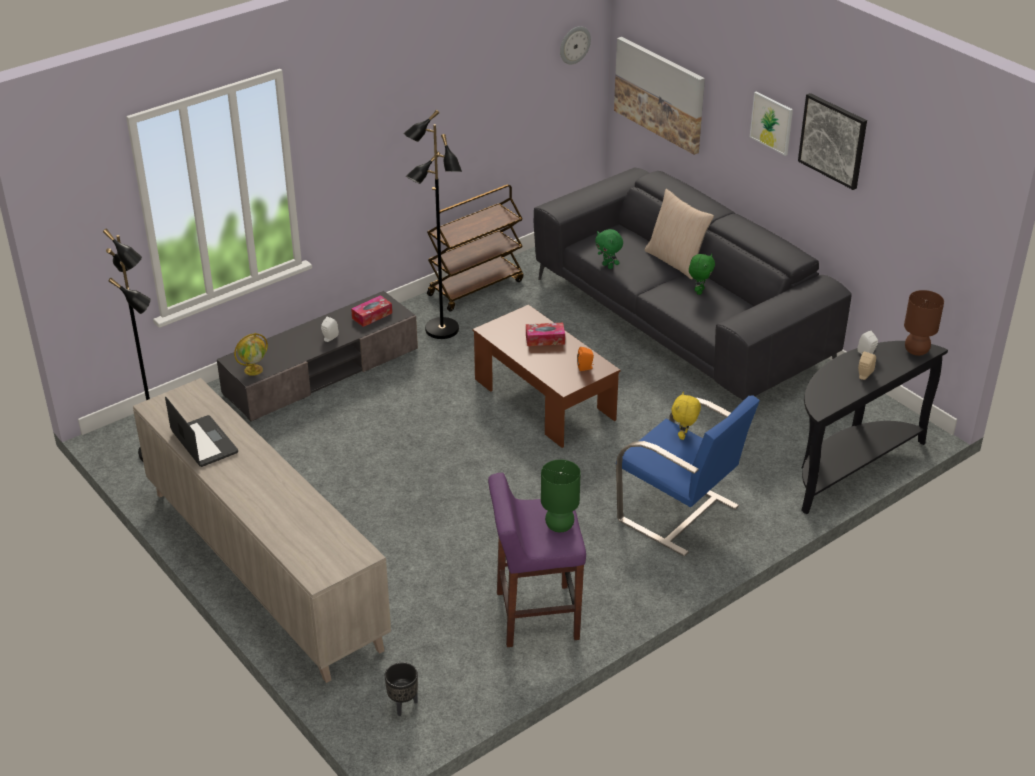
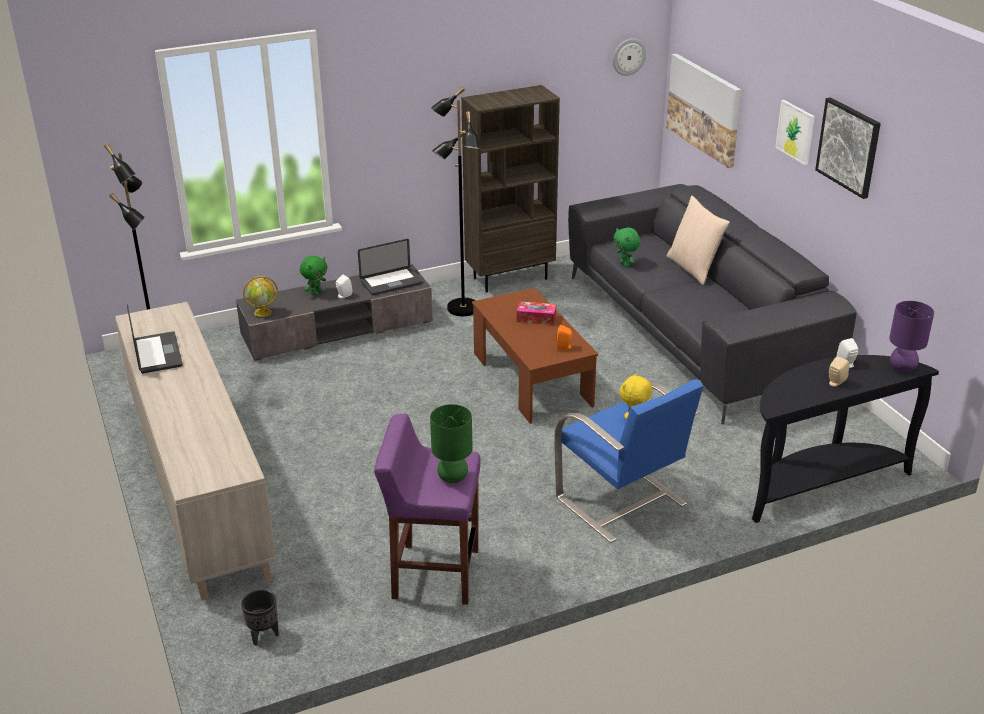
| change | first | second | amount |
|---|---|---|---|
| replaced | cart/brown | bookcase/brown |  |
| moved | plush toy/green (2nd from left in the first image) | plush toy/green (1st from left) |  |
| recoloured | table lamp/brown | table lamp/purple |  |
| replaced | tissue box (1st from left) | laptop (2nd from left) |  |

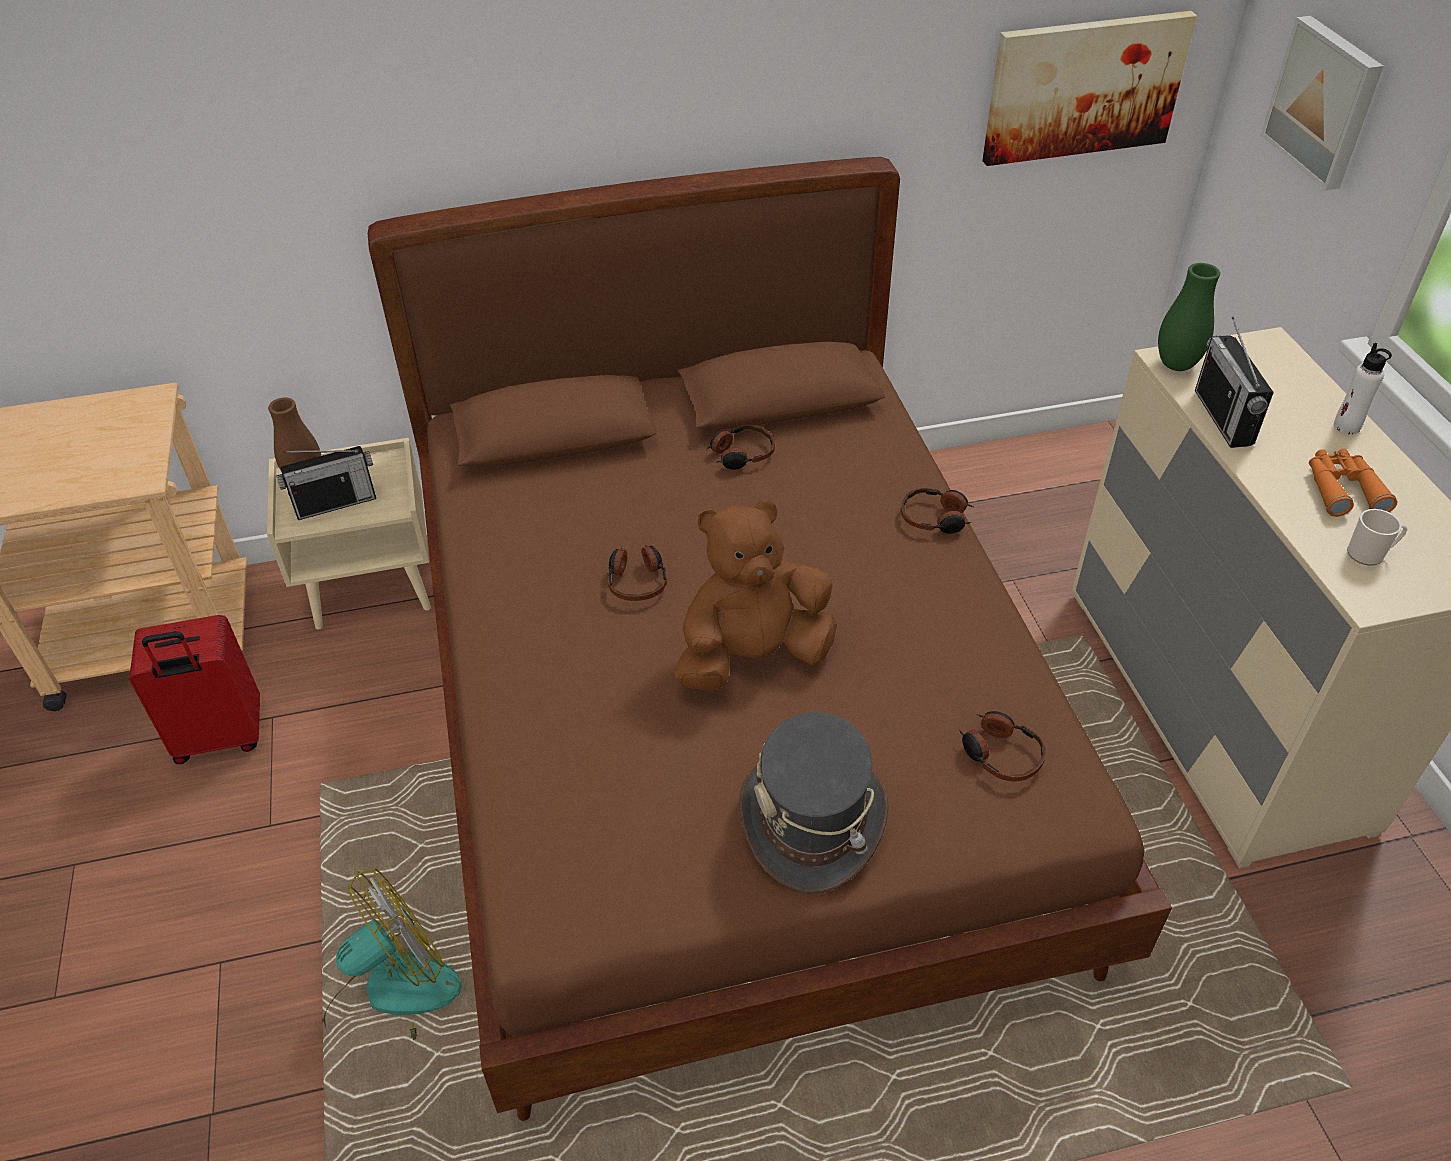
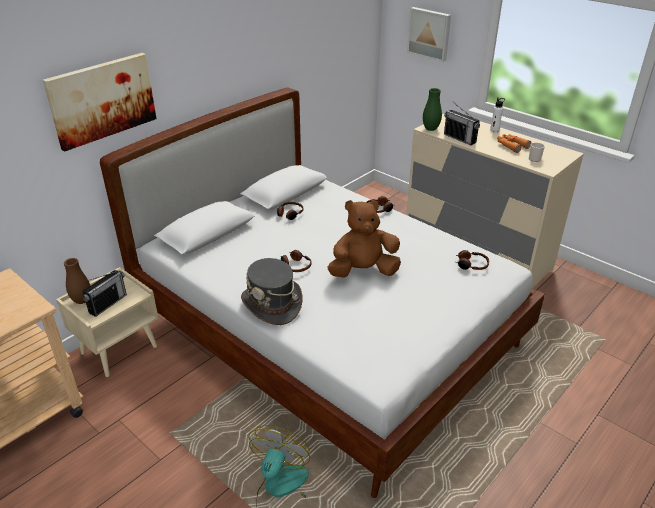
| change | first | second | amount |
|---|---|---|---|
| moved | picture (1st from left) |  |  |
| recoloured | bed/brown | bed/white |  |
| turned | plush toy/brown |  | 45 degrees clockwise |
| removed | suitcase/red |  |  |
| moved | hat/grey |  |  |

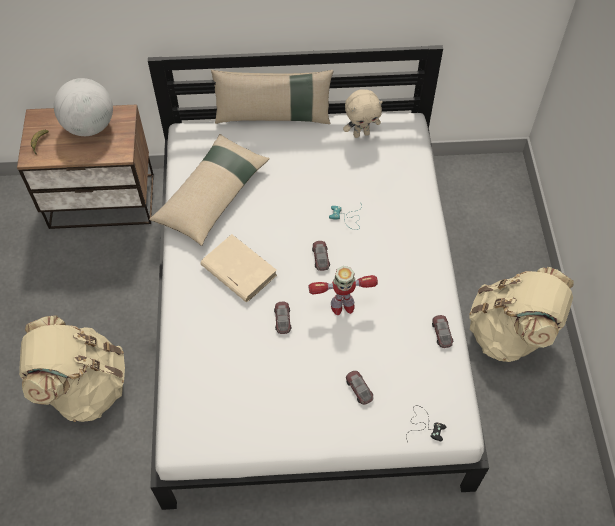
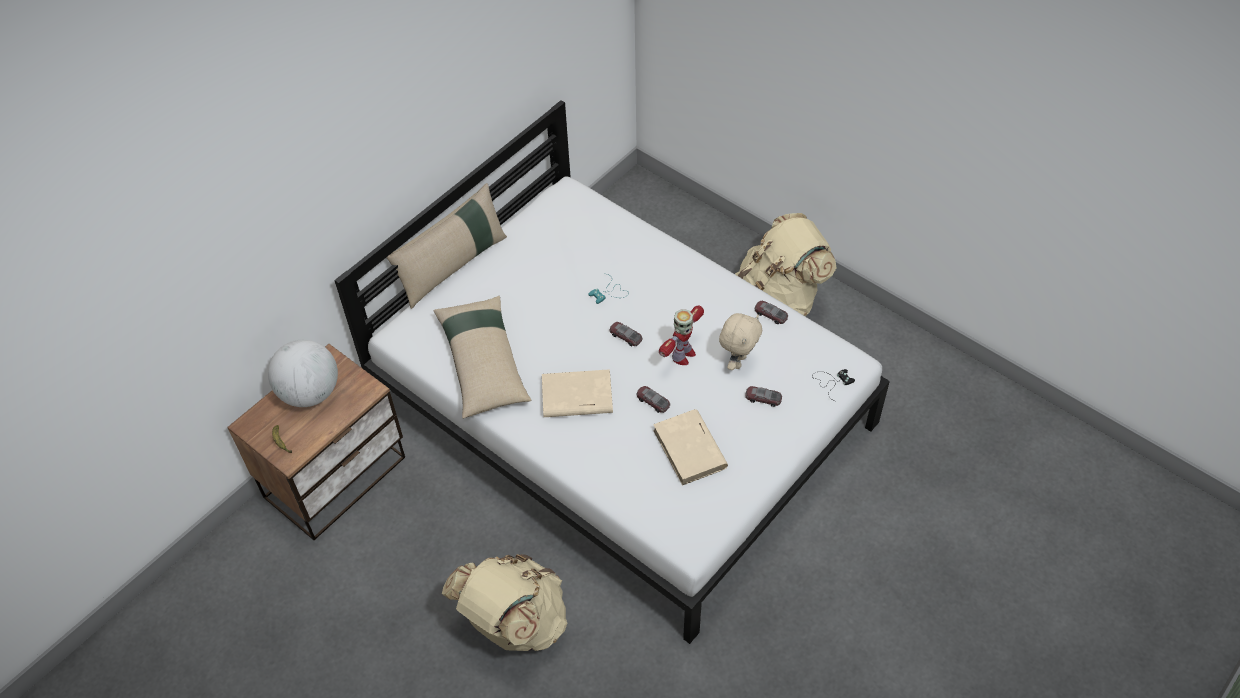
| change | first | second | amount |
|---|---|---|---|
| moved | plush toy/beige |  |  |
| added |  | book/beige (2nd from left) |  |

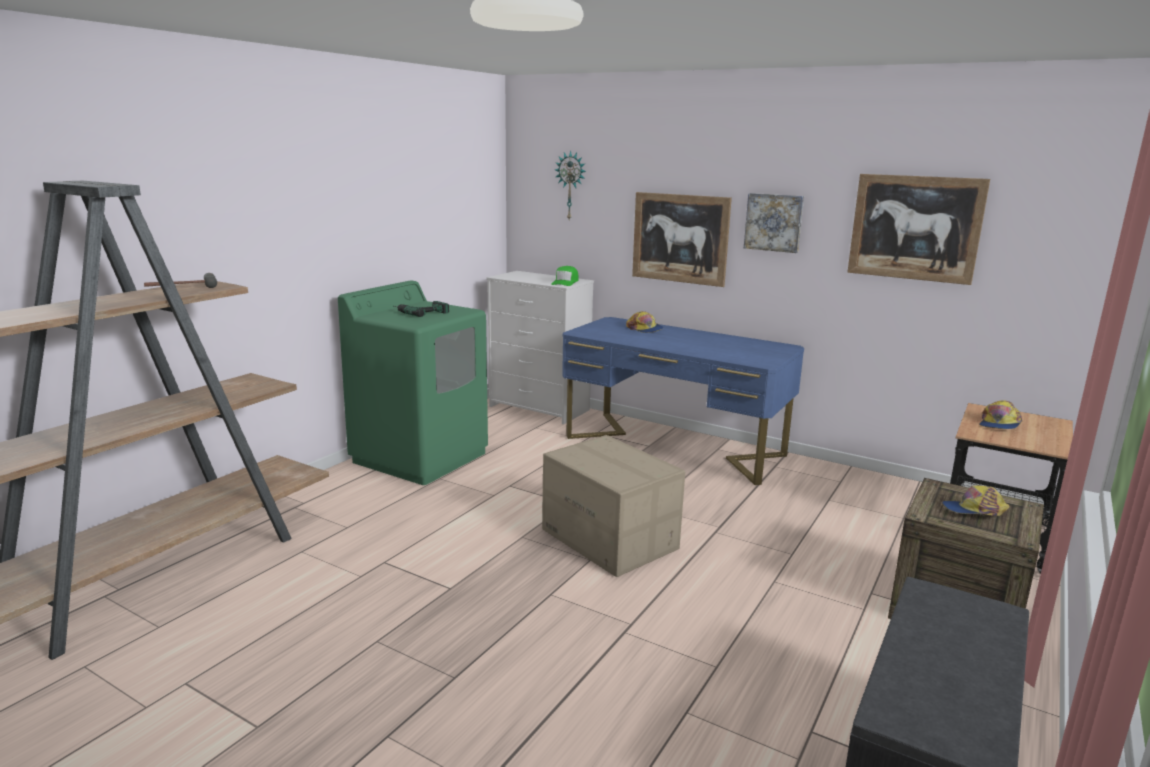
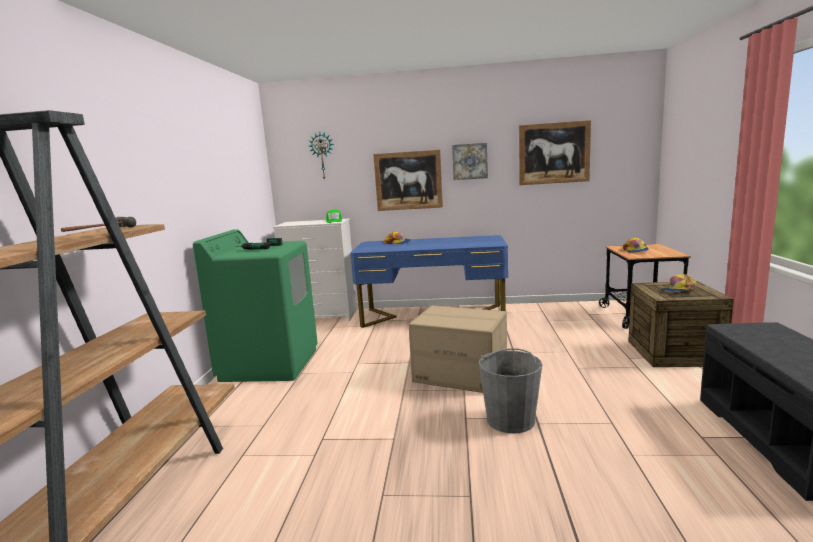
| change | first | second | amount |
|---|---|---|---|
| added |  | bucket/grey |  |

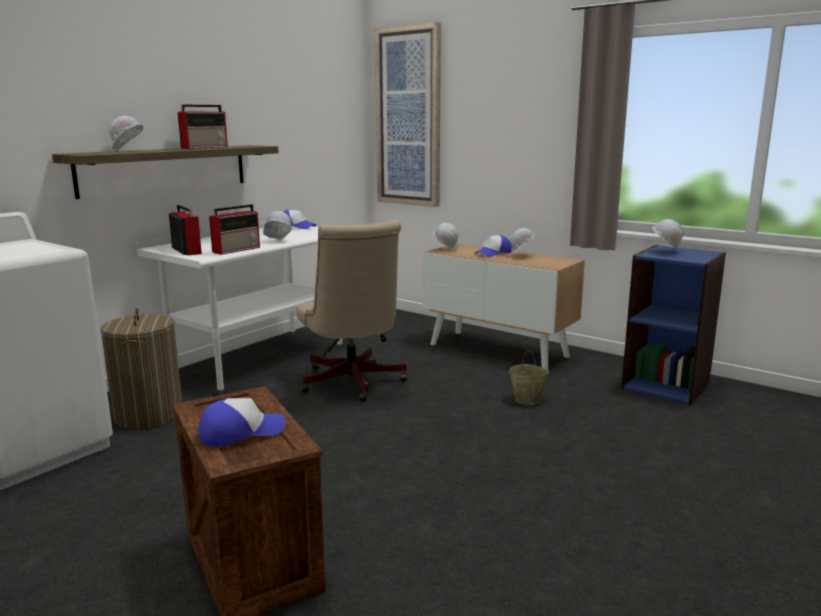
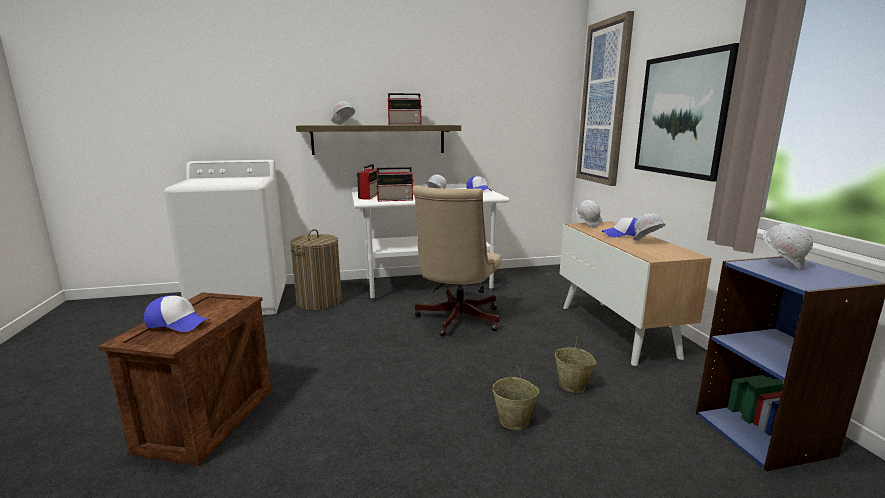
| change | first | second | amount |
|---|---|---|---|
| added |  | picture (2nd from left) |  |
| added |  | bucket/beige (1st from left) |  |

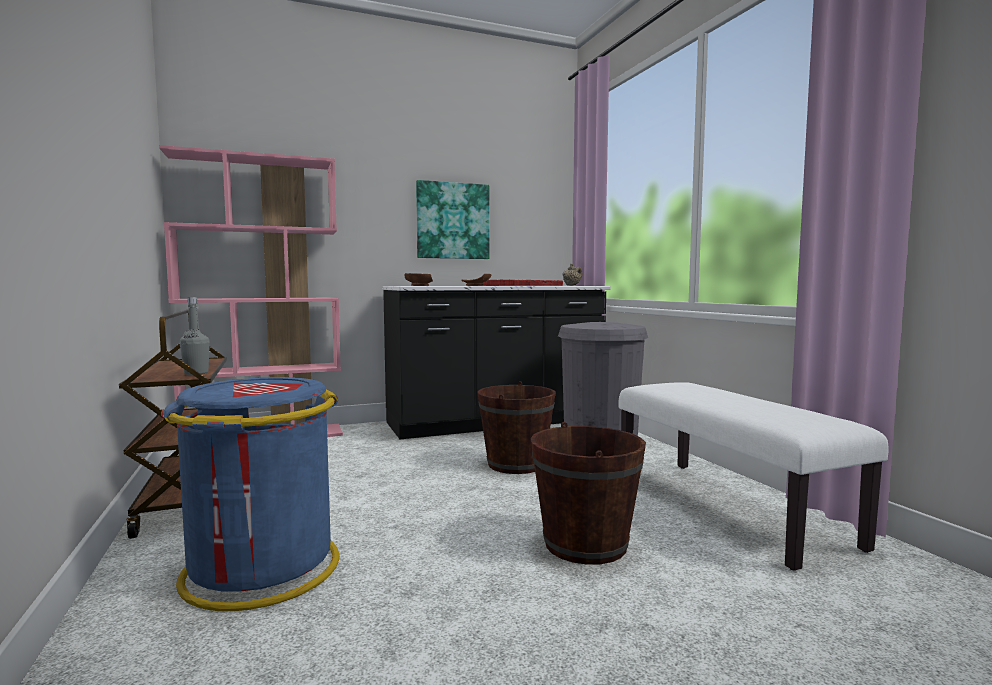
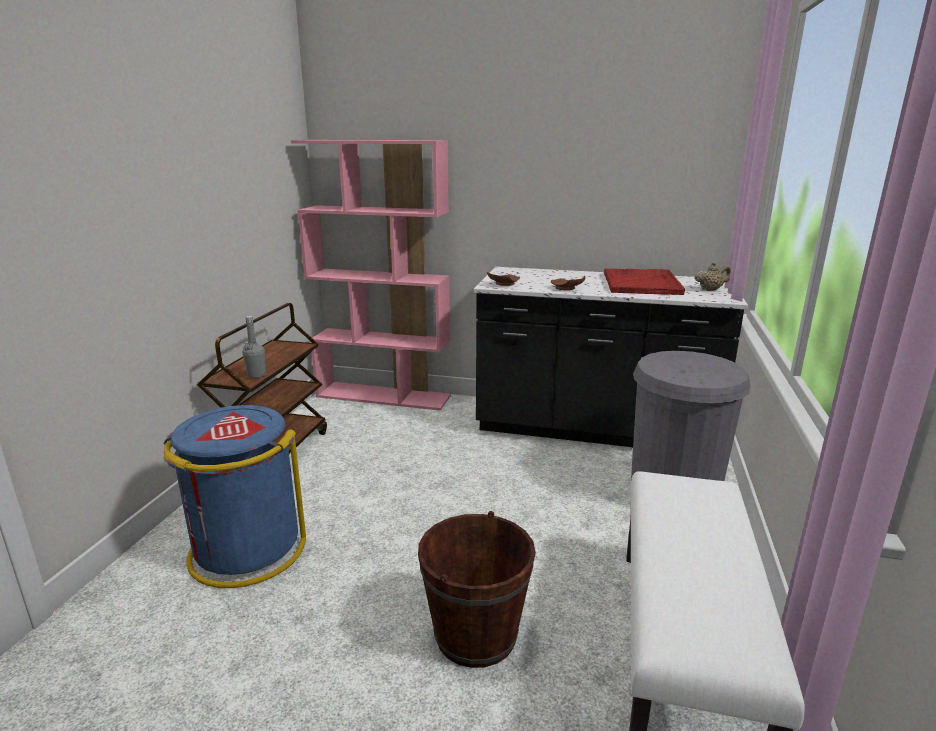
| change | first | second | amount |
|---|---|---|---|
| removed | picture |  |  |
| removed | bucket/brown (1st from left) |  |  |

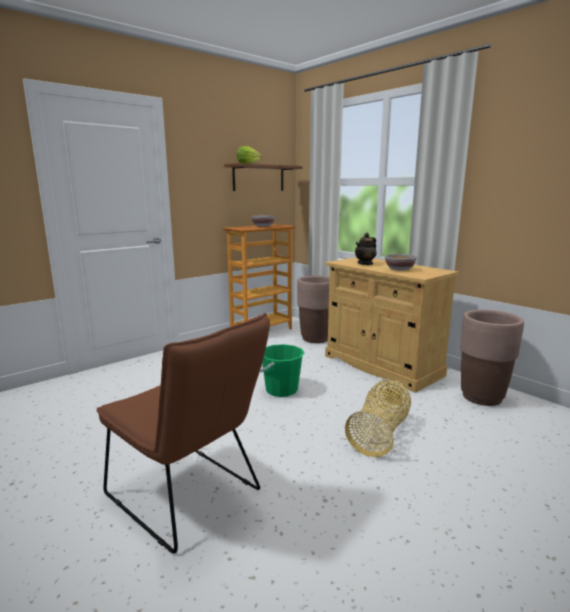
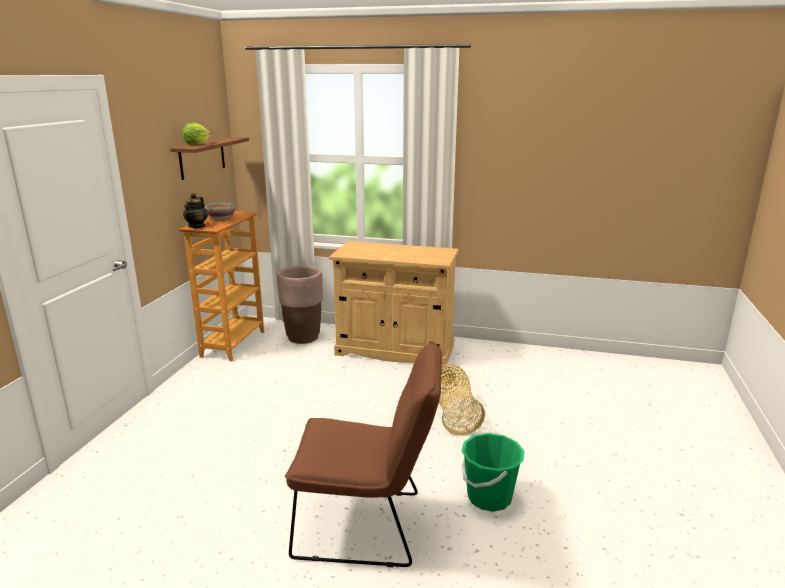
| change | first | second | amount |
|---|---|---|---|
| moved | teapot |  |  |
| removed | bowl (2nd from left) |  |  |
| removed | planter/brown (2nd from left) |  |  |
| moved | bucket/green |  |  |

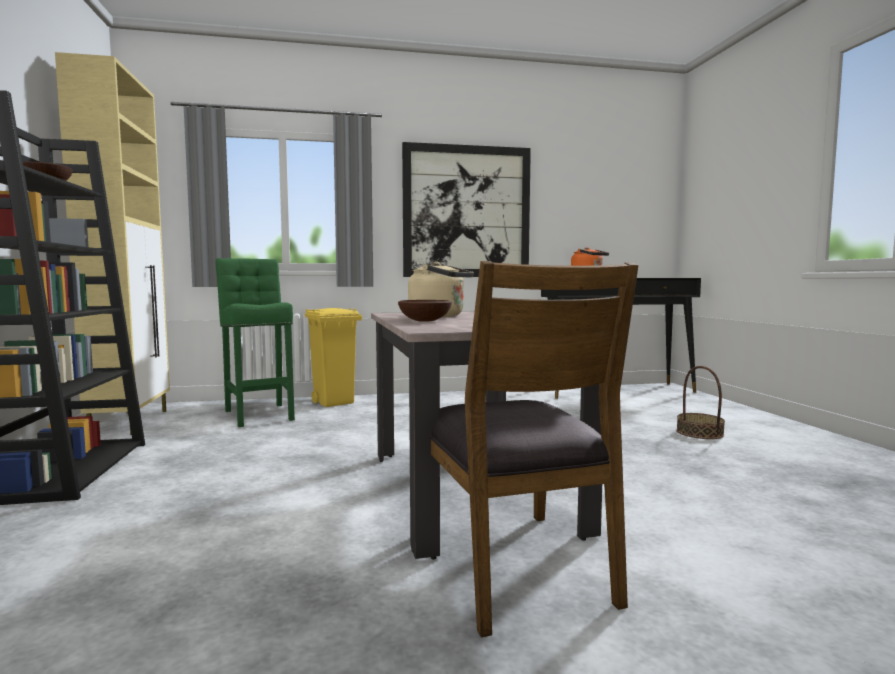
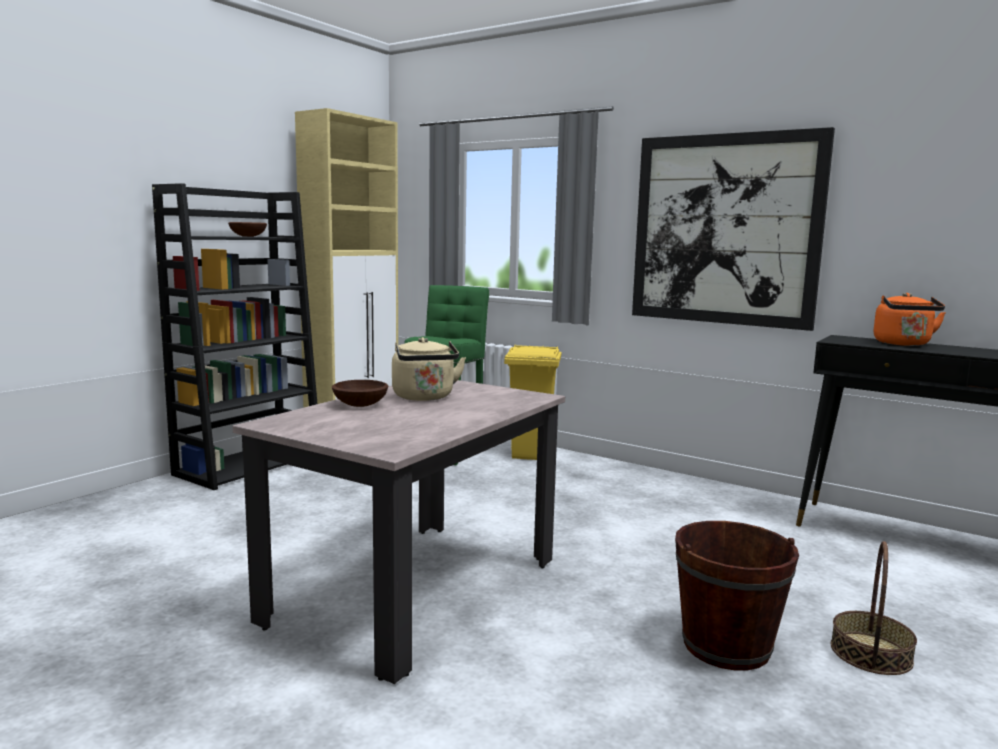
| change | first | second | amount |
|---|---|---|---|
| removed | chair/brown |  |  |
| added |  | bucket/brown |  |

